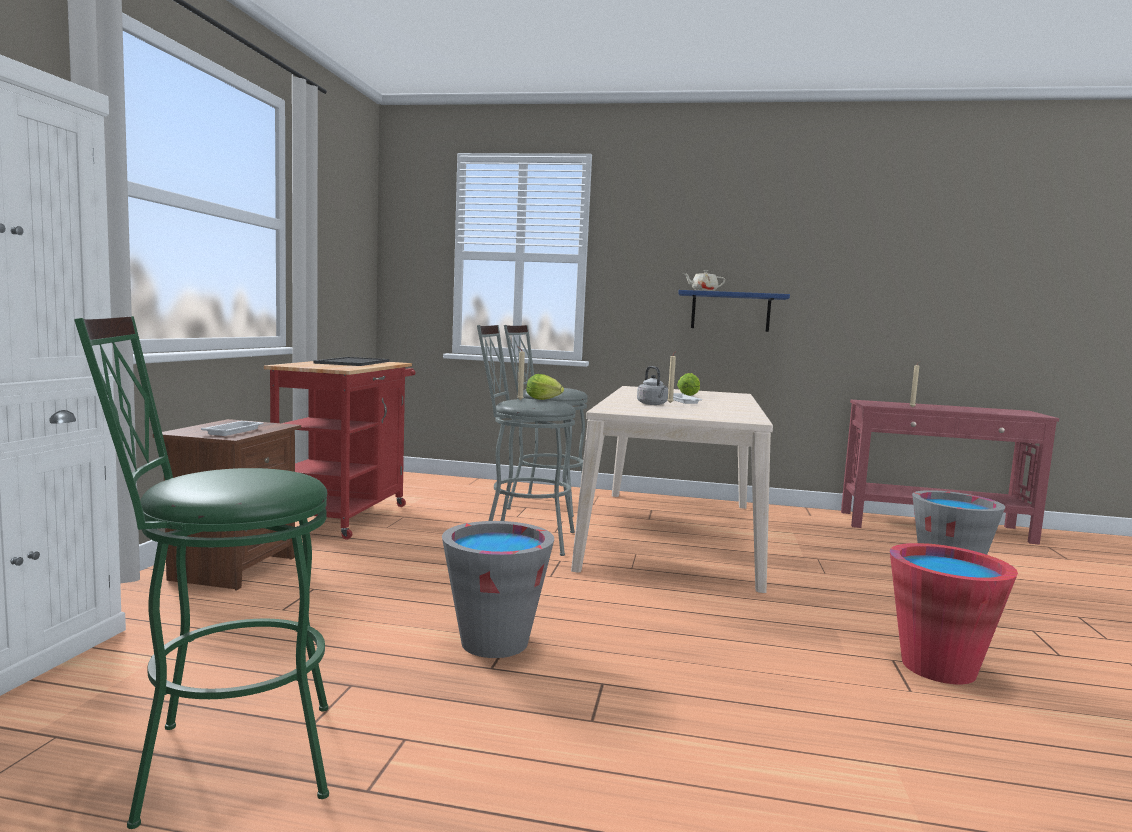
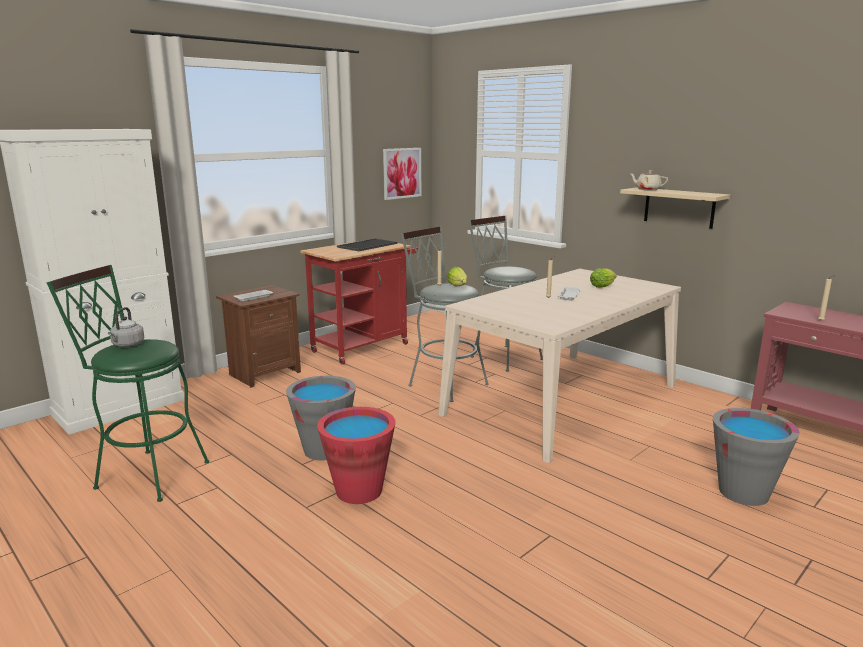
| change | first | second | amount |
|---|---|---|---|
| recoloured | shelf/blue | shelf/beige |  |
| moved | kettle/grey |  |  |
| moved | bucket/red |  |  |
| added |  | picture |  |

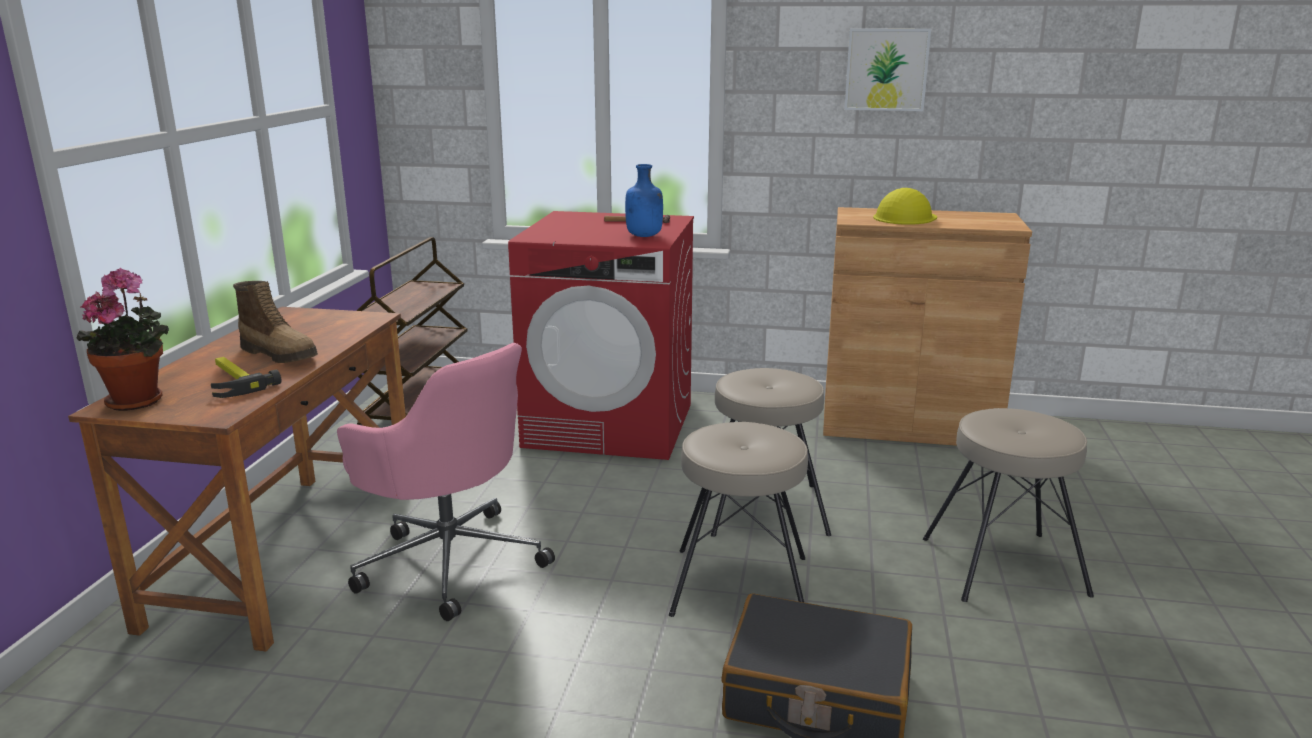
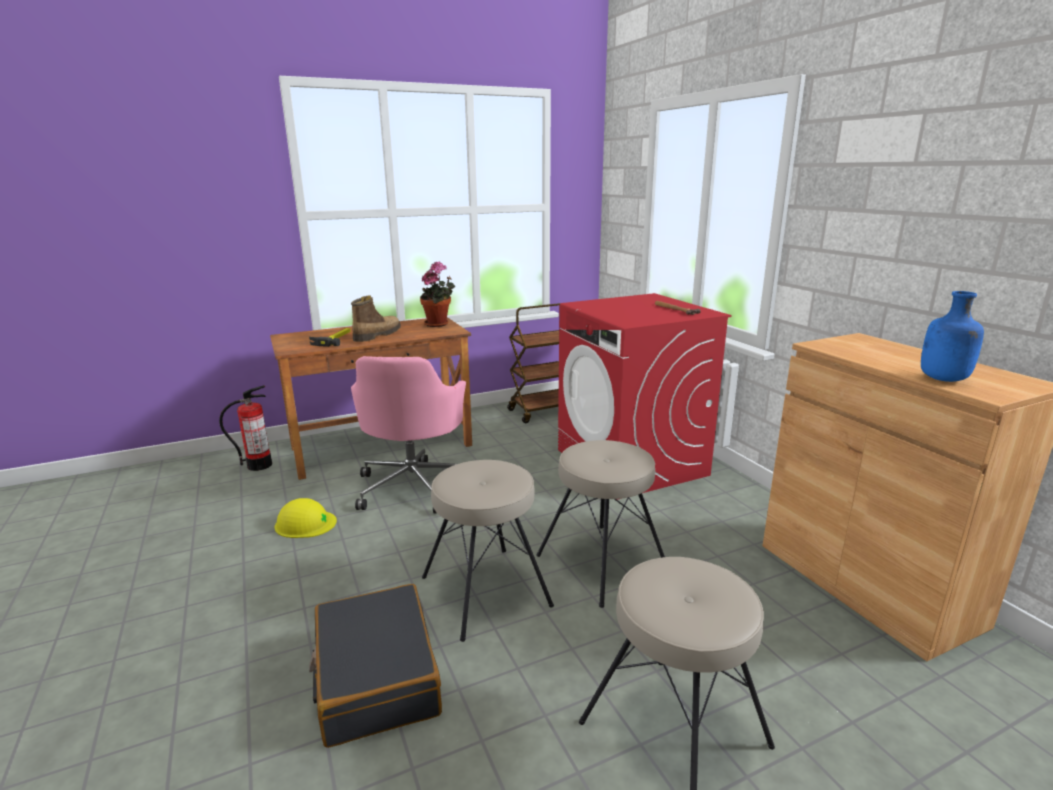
| change | first | second | amount |
|---|---|---|---|
| removed | picture |  |  |
| moved | bottle/blue |  |  |
| moved | hard hat/yellow |  |  |
| moved | potted plant |  |  |
| turned | boot |  | 150 degrees counterclockwise |
| added |  | fire extinguisher |  |

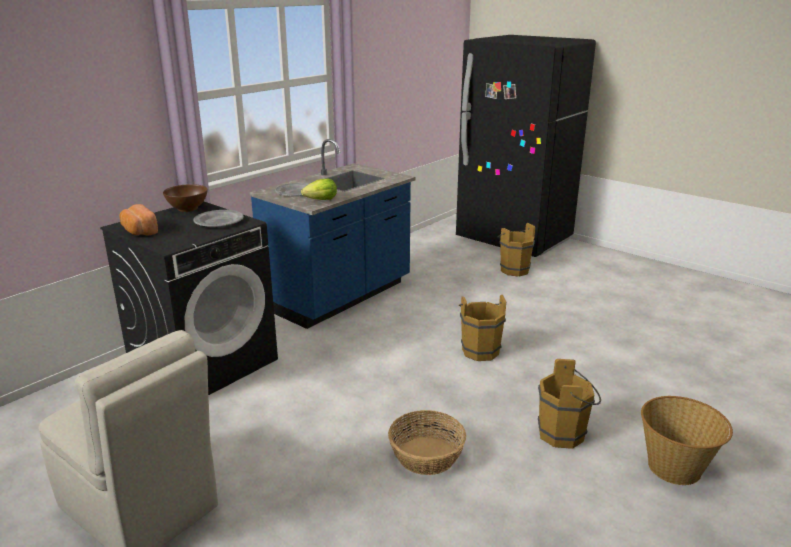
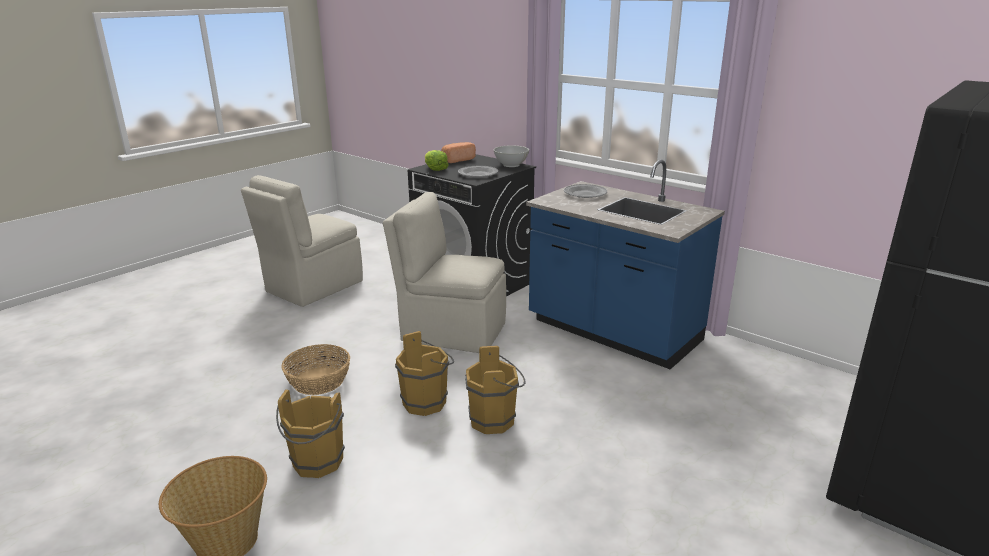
| change | first | second | amount |
|---|---|---|---|
| moved | lettuce |  |  |
| recoloured | bowl/brown | bowl/white |  |
| moved | bucket/brown (2nd from left) |  |  |
| added |  | chair/beige (2nd from left) |  |

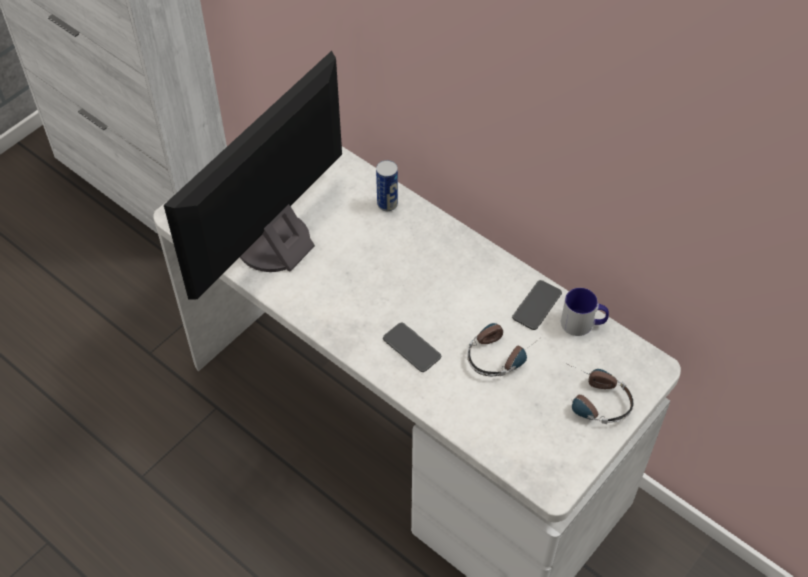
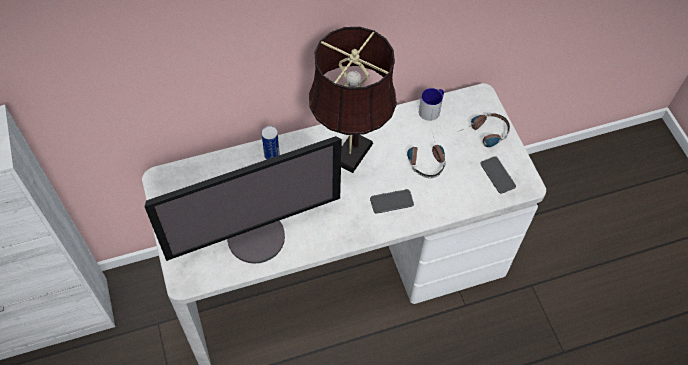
| change | first | second | amount |
|---|---|---|---|
| turned | monitor |  | 90 degrees counterclockwise |
| moved | phone (2nd from left) |  |  |
| added |  | table lamp/brown |  |

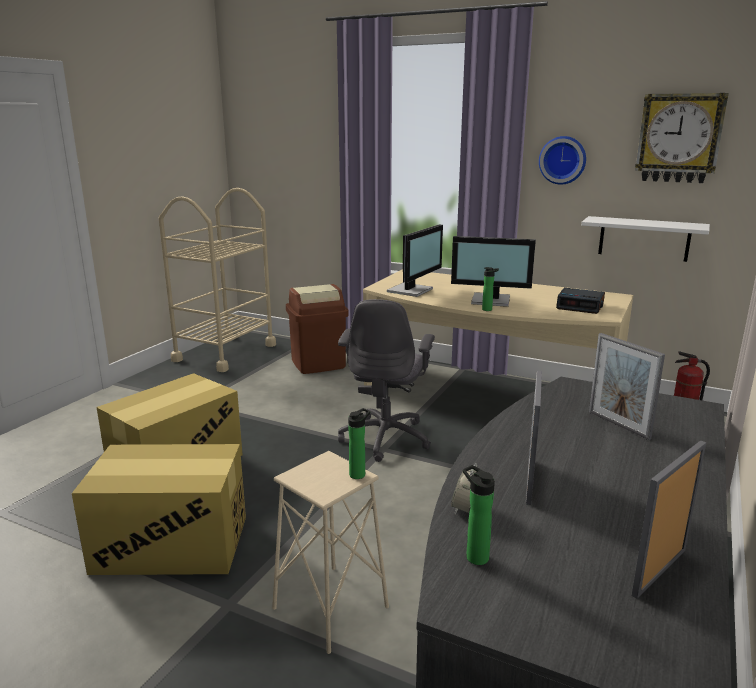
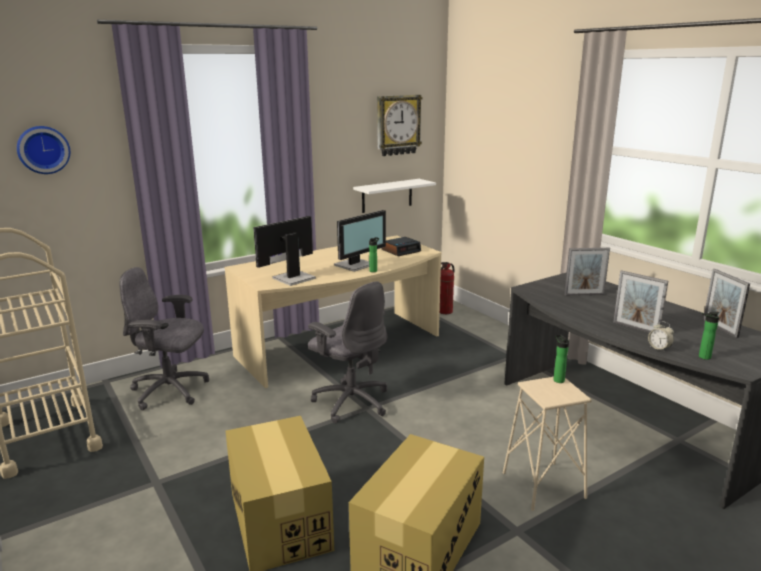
| change | first | second | amount |
|---|---|---|---|
| moved | wall clock (1st from left) |  |  |
| turned | monitor (1st from left) |  | 105 degrees counterclockwise |
| replaced | trash can/brown | office chair/grey (1st from left) |  |

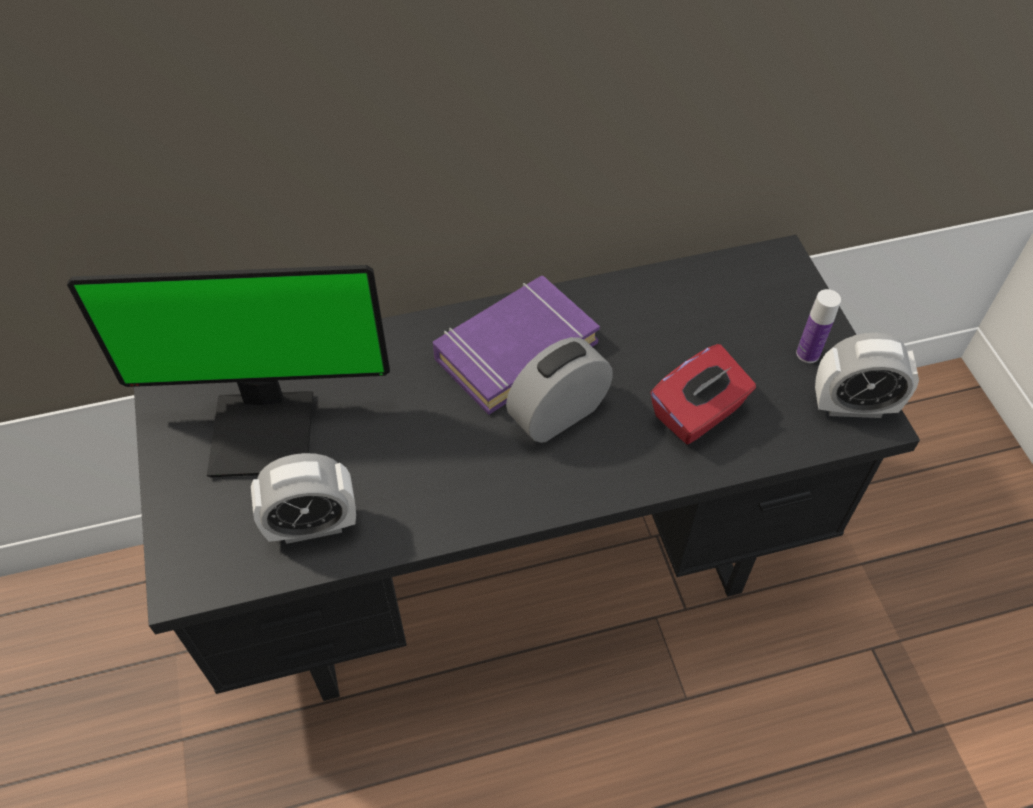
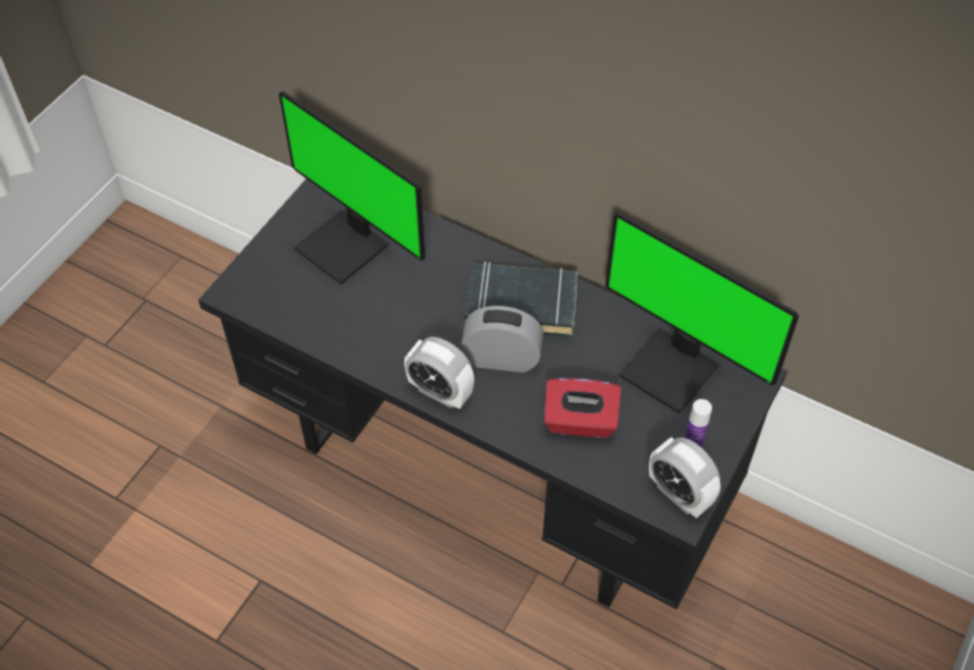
| change | first | second | amount |
|---|---|---|---|
| recoloured | book/purple | book/black |  |
| moved | alarm clock (1st from left) |  |  |
| added |  | monitor (2nd from left) |  |

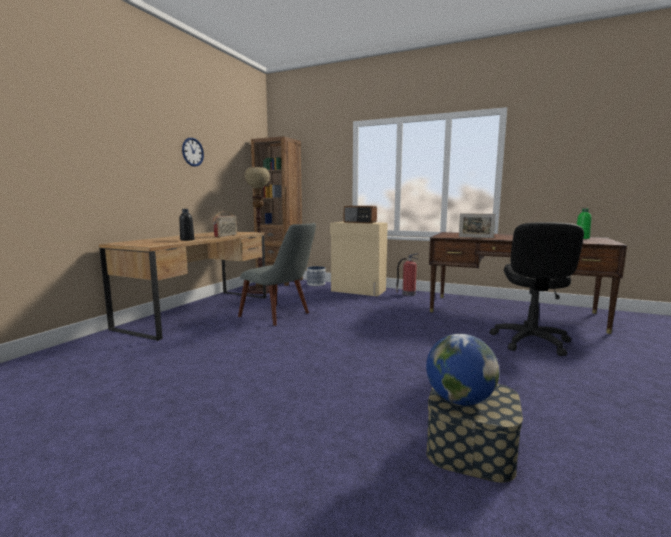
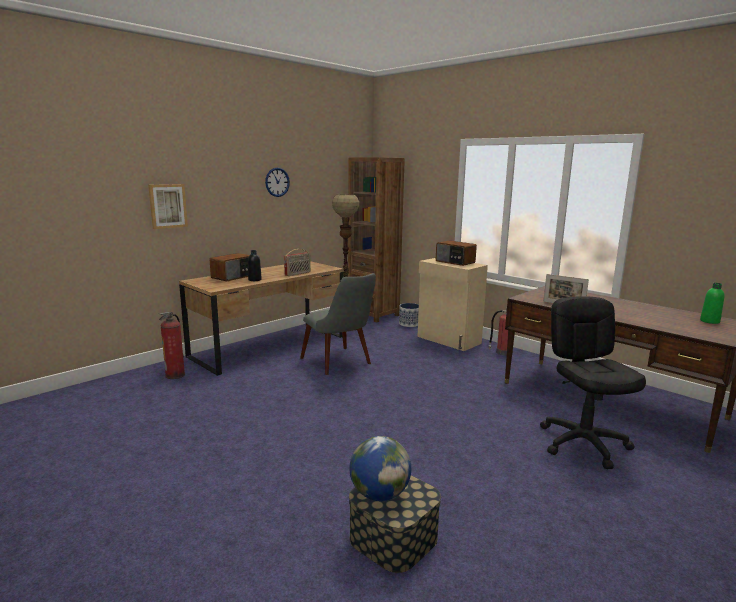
| change | first | second | amount |
|---|---|---|---|
| turned | office chair/black |  | 135 degrees clockwise |
| added |  | picture |  |
| added |  | radio (1st from left) |  |
| added |  | fire extinguisher (1st from left) |  |

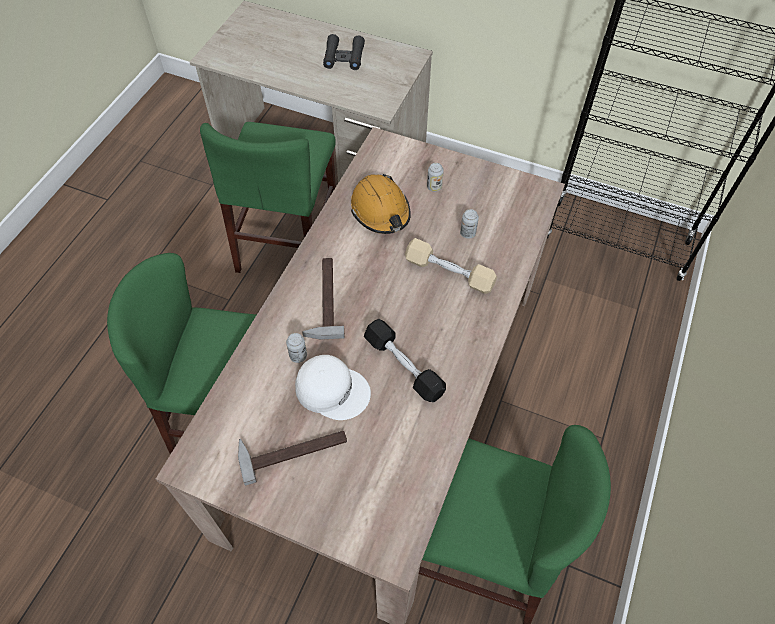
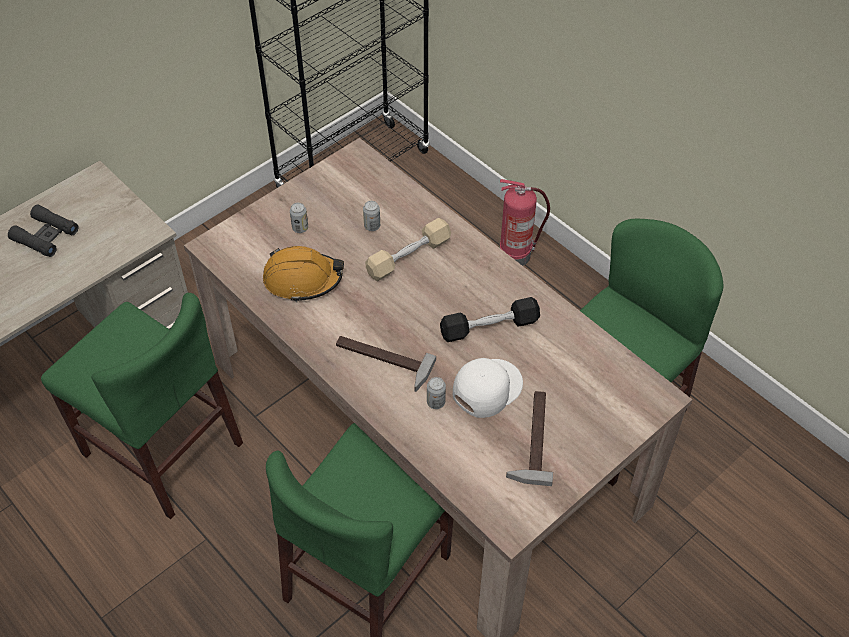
| change | first | second | amount |
|---|---|---|---|
| added |  | fire extinguisher |  |

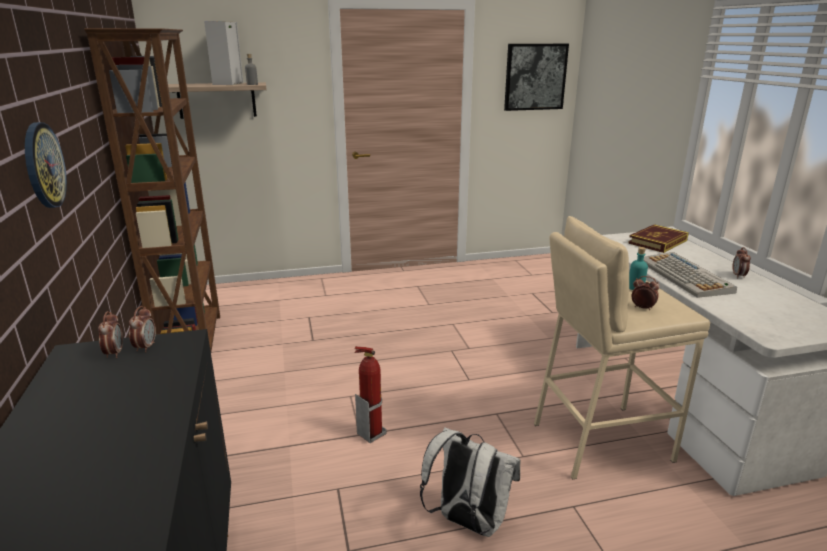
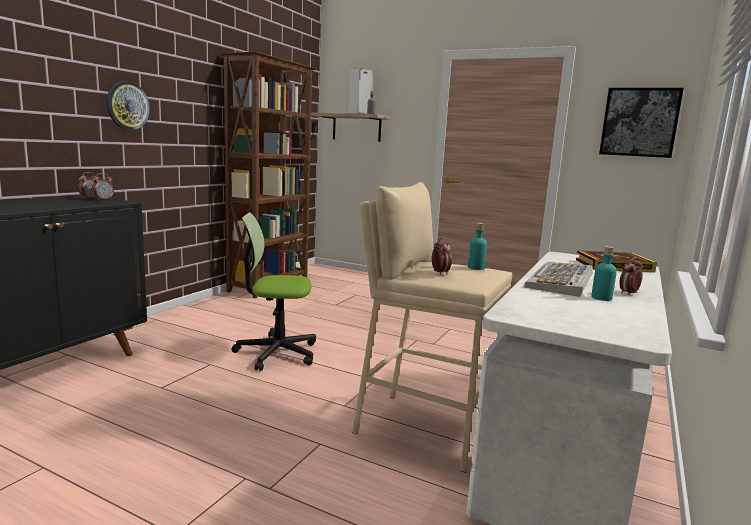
| change | first | second | amount |
|---|---|---|---|
| replaced | fire extinguisher | office chair |  |
| removed | backpack/white |  |  |
| added |  | bottle/turquoise (2nd from left) |  |

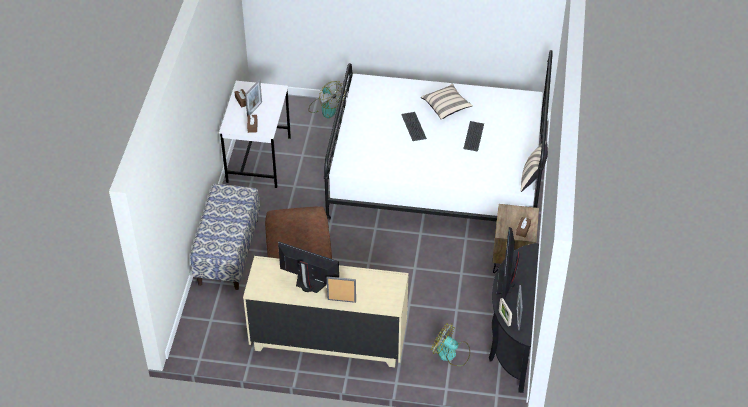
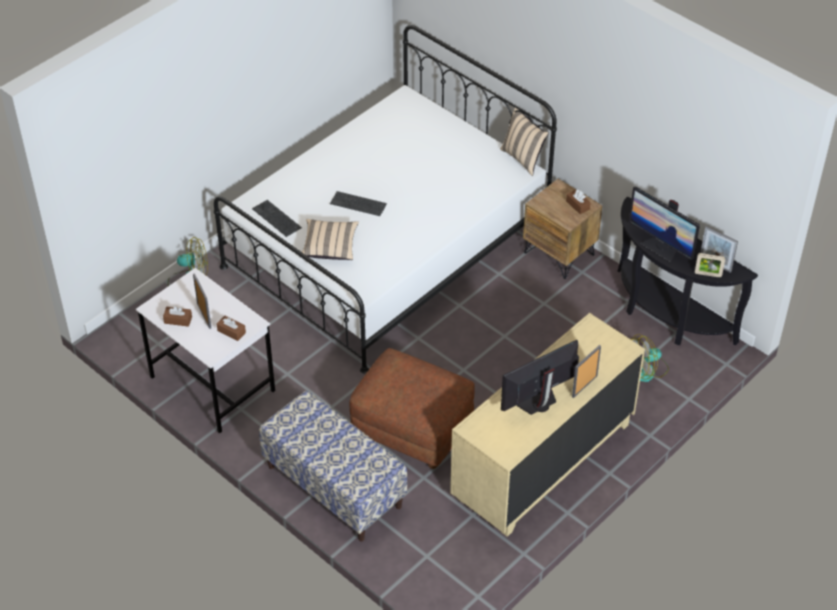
| change | first | second | amount |
|---|---|---|---|
| moved | pillow/beige (1st from left) |  |  |
| moved | keyboard (2nd from left in the first image) | keyboard (1st from left) |  |

